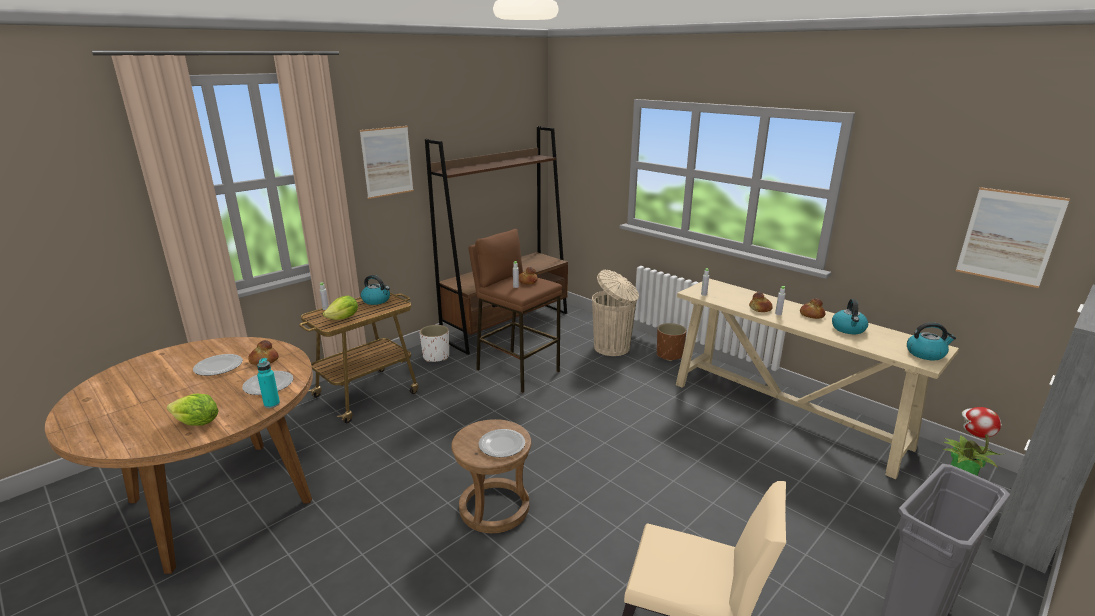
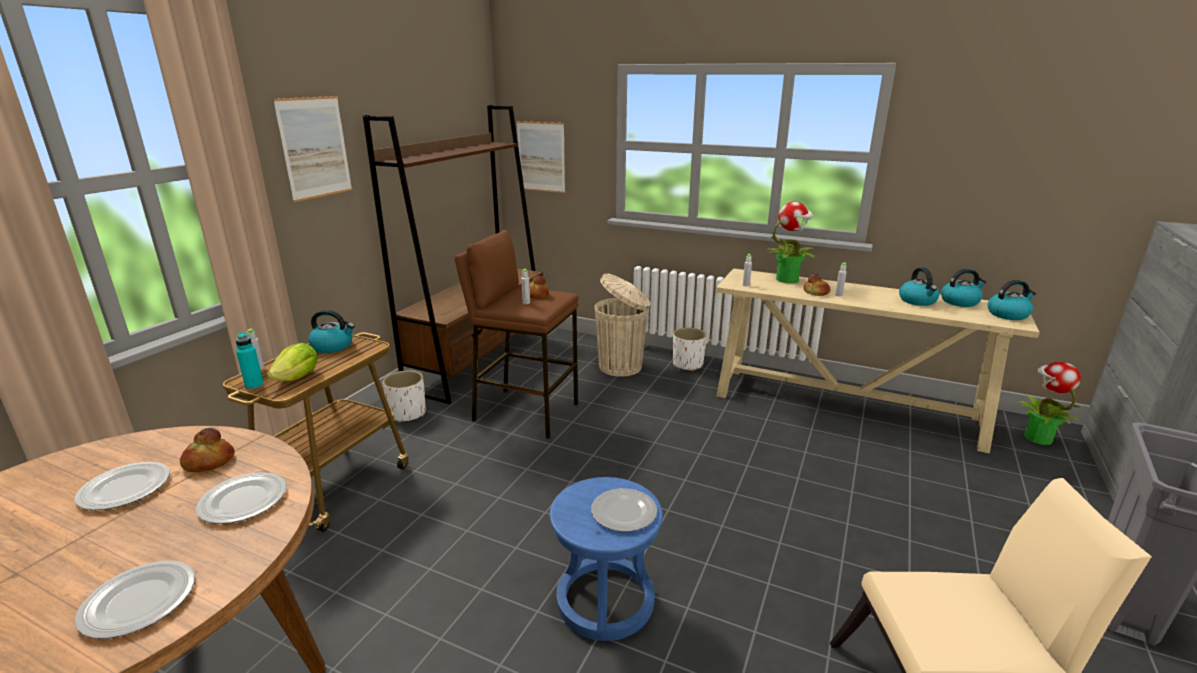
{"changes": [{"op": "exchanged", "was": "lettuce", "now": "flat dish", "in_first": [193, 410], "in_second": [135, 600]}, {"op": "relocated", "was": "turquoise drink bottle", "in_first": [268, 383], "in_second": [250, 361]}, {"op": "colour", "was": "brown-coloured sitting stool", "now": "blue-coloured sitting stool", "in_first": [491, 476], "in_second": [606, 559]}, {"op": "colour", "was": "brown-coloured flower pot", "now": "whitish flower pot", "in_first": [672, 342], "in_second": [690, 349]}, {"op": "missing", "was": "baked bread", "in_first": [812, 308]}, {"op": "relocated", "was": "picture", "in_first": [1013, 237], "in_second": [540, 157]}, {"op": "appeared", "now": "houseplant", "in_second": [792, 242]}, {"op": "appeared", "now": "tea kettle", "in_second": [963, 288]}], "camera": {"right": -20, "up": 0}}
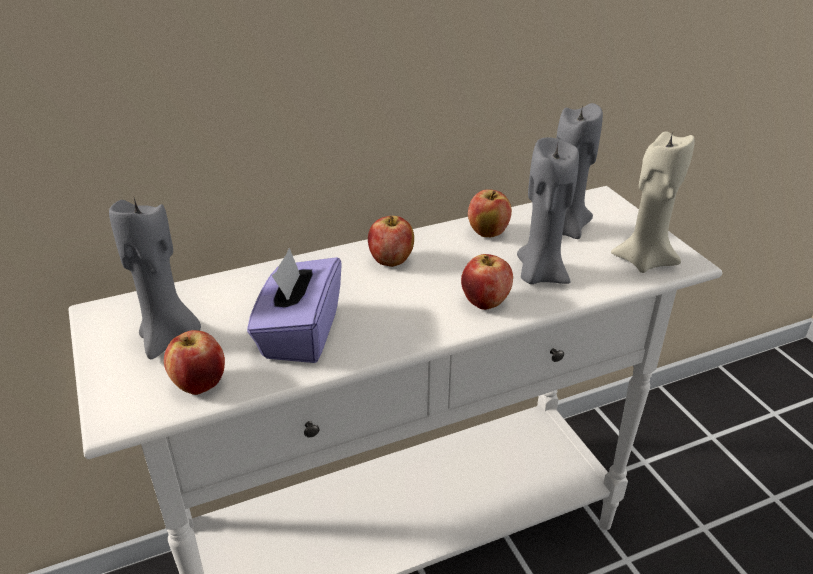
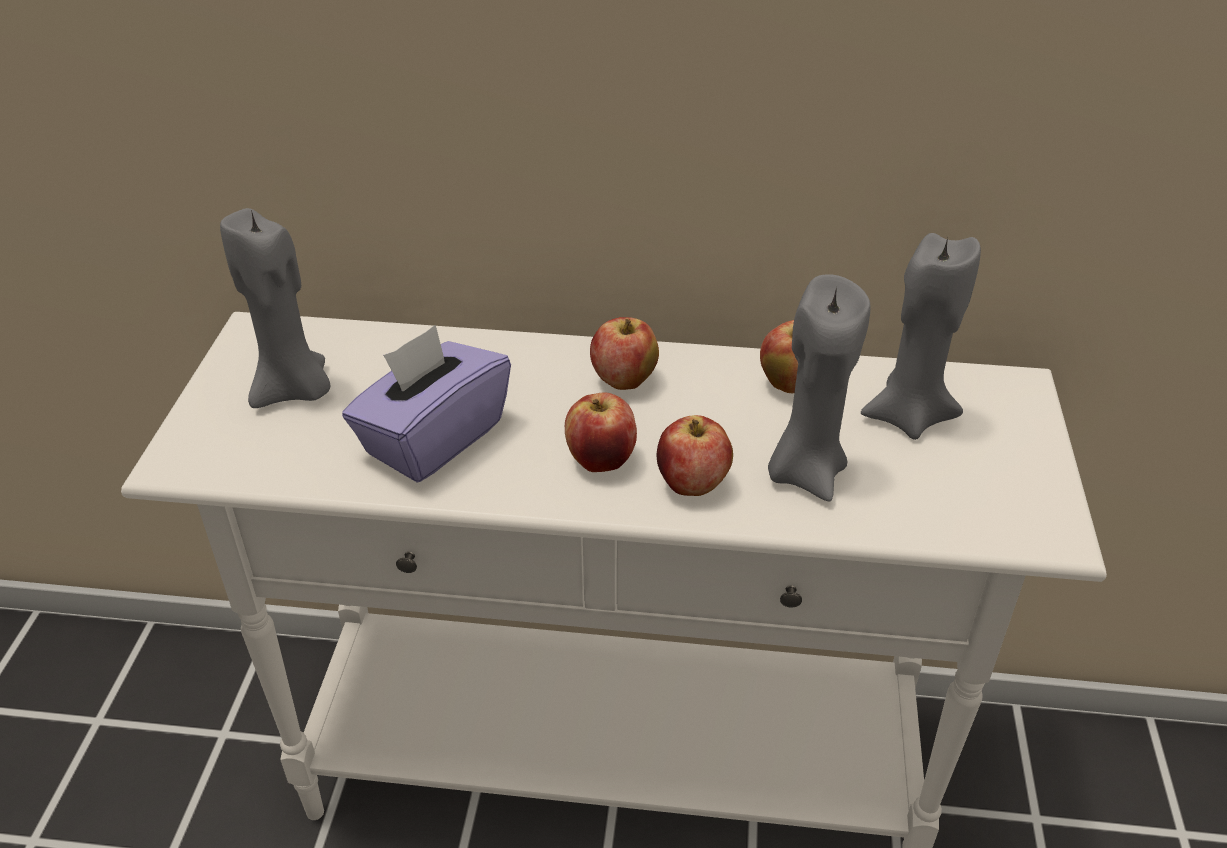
{"changes": [{"op": "relocated", "was": "whole apple", "in_first": [194, 362], "in_second": [601, 432]}, {"op": "missing", "was": "sand-coloured wax candle", "in_first": [653, 202]}], "camera": {"right": 30, "up": 5}}
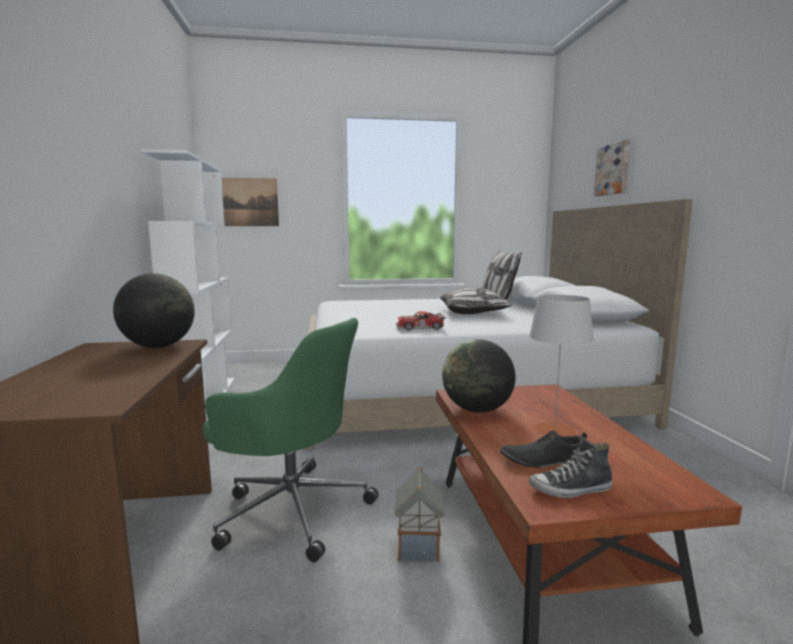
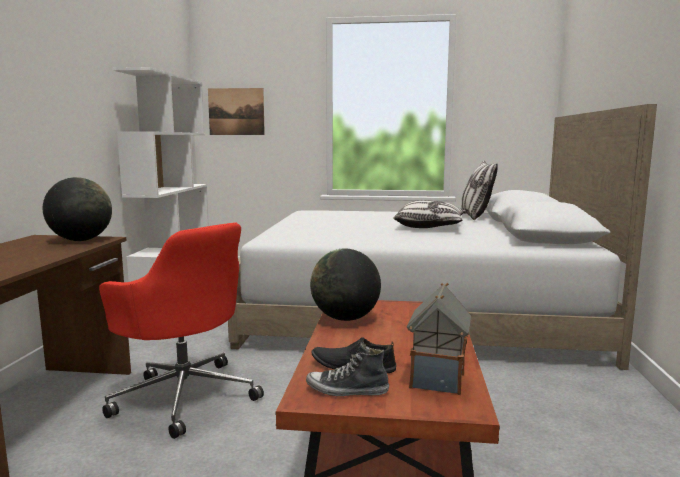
{"changes": [{"op": "colour", "was": "green office chair", "now": "reddish office chair", "in_first": [291, 440], "in_second": [181, 330]}, {"op": "relocated", "was": "miniature house", "in_first": [420, 514], "in_second": [439, 339]}, {"op": "missing", "was": "model car", "in_first": [421, 321]}, {"op": "missing", "was": "grey tabletop lamp", "in_first": [561, 365]}, {"op": "missing", "was": "picture", "in_first": [612, 168]}], "camera": {"right": 15, "up": 0}}
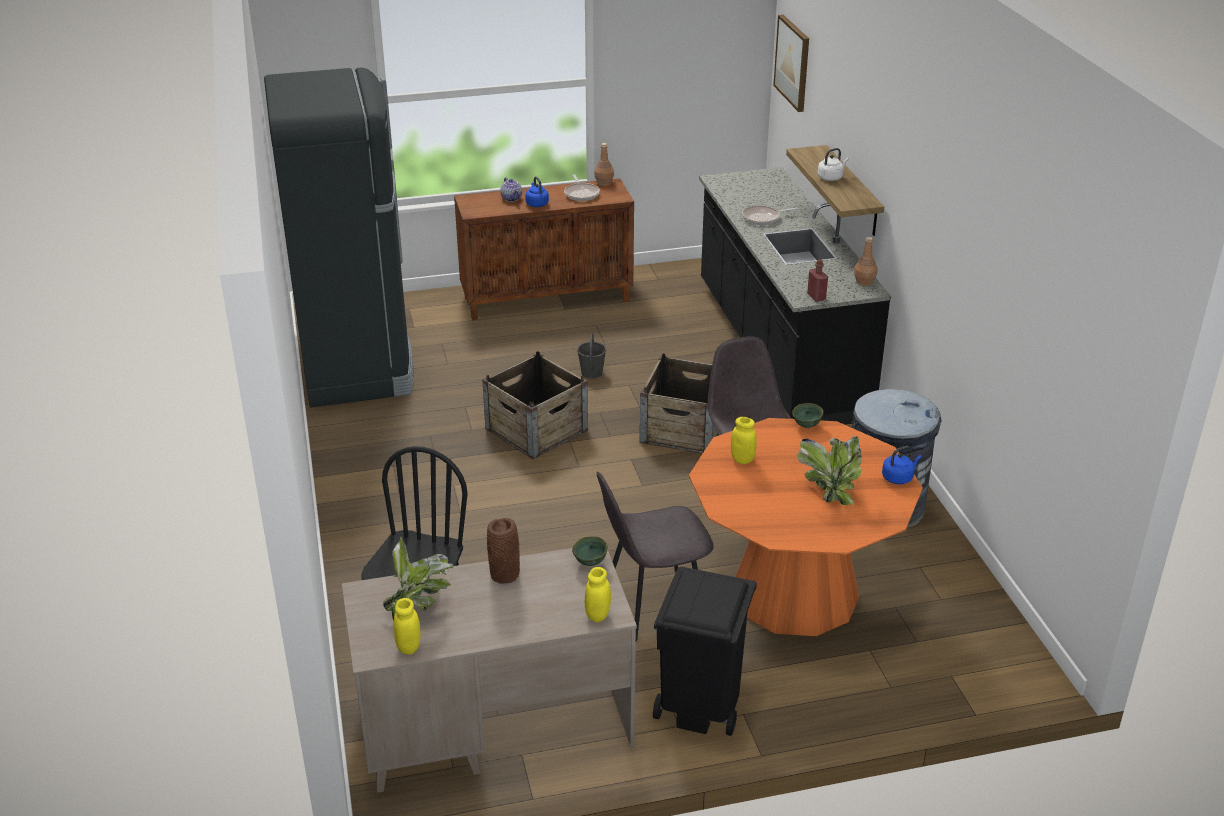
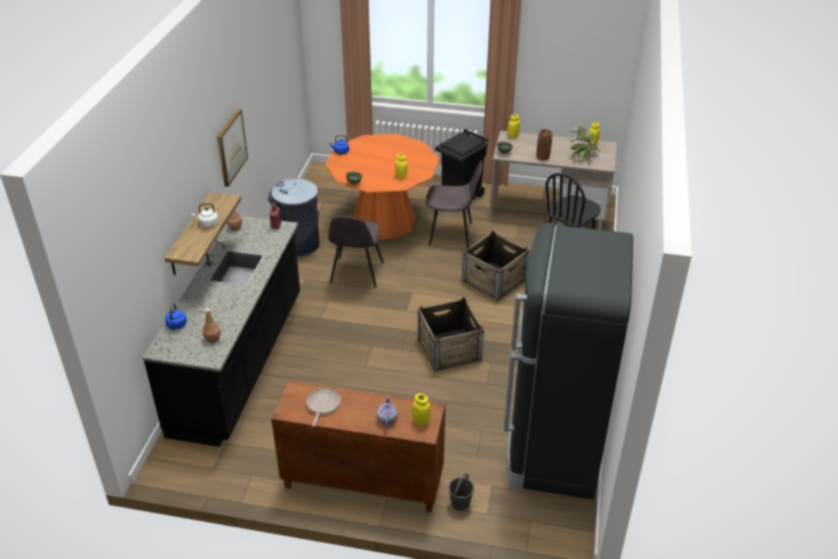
{"changes": [{"op": "relocated", "was": "blue-coloured tea kettle", "in_first": [537, 191], "in_second": [176, 316]}, {"op": "relocated", "was": "grey pail", "in_first": [591, 355], "in_second": [461, 492]}, {"op": "relocated", "was": "brown-coloured drink bottle", "in_first": [604, 164], "in_second": [211, 325]}, {"op": "relocated", "was": "packing crate", "in_first": [678, 403], "in_second": [495, 266]}, {"op": "missing", "was": "frying pan", "in_first": [770, 215]}, {"op": "relocated", "was": "picture", "in_first": [791, 63], "in_second": [232, 148]}, {"op": "missing", "was": "houseplant", "in_first": [829, 470]}, {"op": "appeared", "now": "yellow preserve jar", "in_second": [421, 409]}], "camera": {"right": -155, "up": 5}}
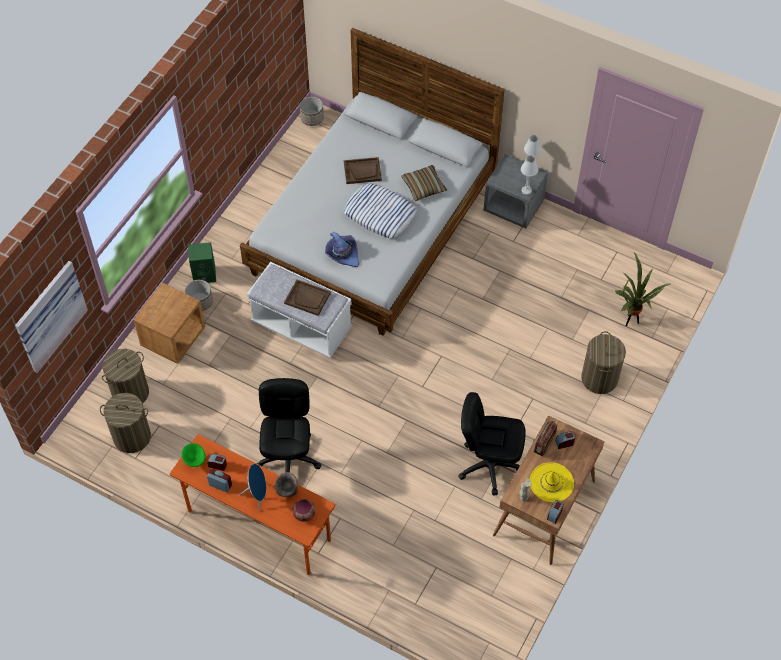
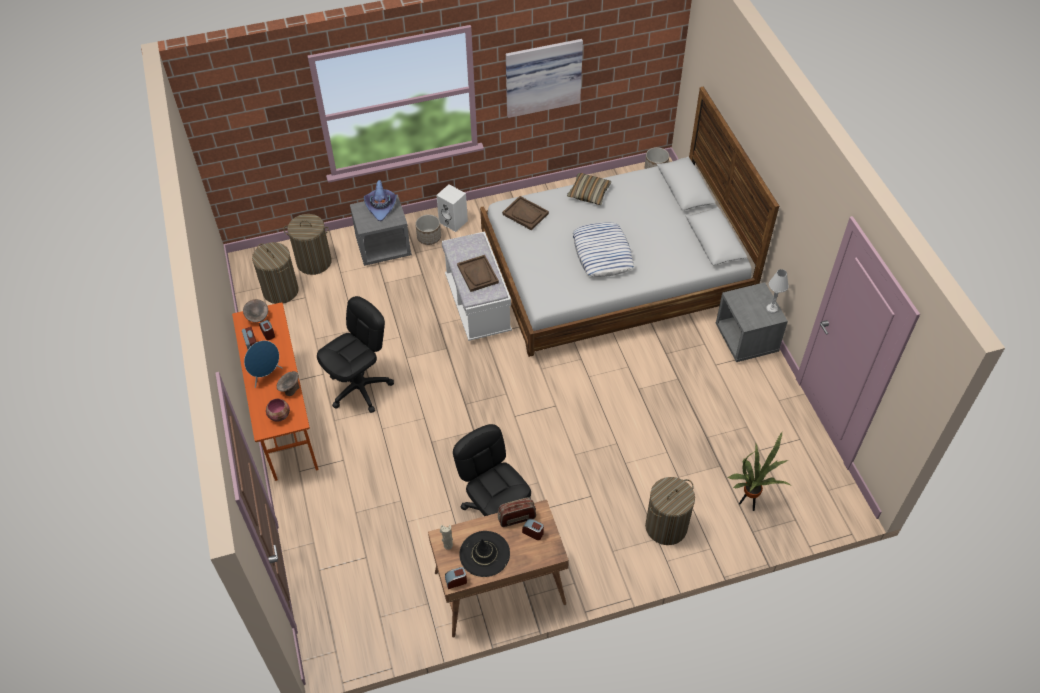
{"changes": [{"op": "relocated", "was": "picture", "in_first": [51, 317], "in_second": [544, 78]}, {"op": "colour", "was": "brown-coloured night table", "now": "grey night table", "in_first": [170, 323], "in_second": [381, 230]}, {"op": "colour", "was": "green serving bowl", "now": "grey serving bowl", "in_first": [193, 455], "in_second": [255, 310]}, {"op": "colour", "was": "green loudspeaker", "now": "whitish loudspeaker", "in_first": [202, 262], "in_second": [452, 208]}, {"op": "relocated", "was": "purple-coloured clothing hat", "in_first": [342, 249], "in_second": [380, 200]}, {"op": "relocated", "was": "brown-coloured carrying tray", "in_first": [363, 170], "in_second": [525, 213]}, {"op": "relocated", "was": "pillow", "in_first": [424, 183], "in_second": [589, 189]}, {"op": "missing", "was": "whitish tabletop lamp", "in_first": [529, 175]}, {"op": "colour", "was": "yellow clothing hat", "now": "blackish clothing hat", "in_first": [552, 482], "in_second": [484, 554]}], "camera": {"right": 45, "up": -5}}
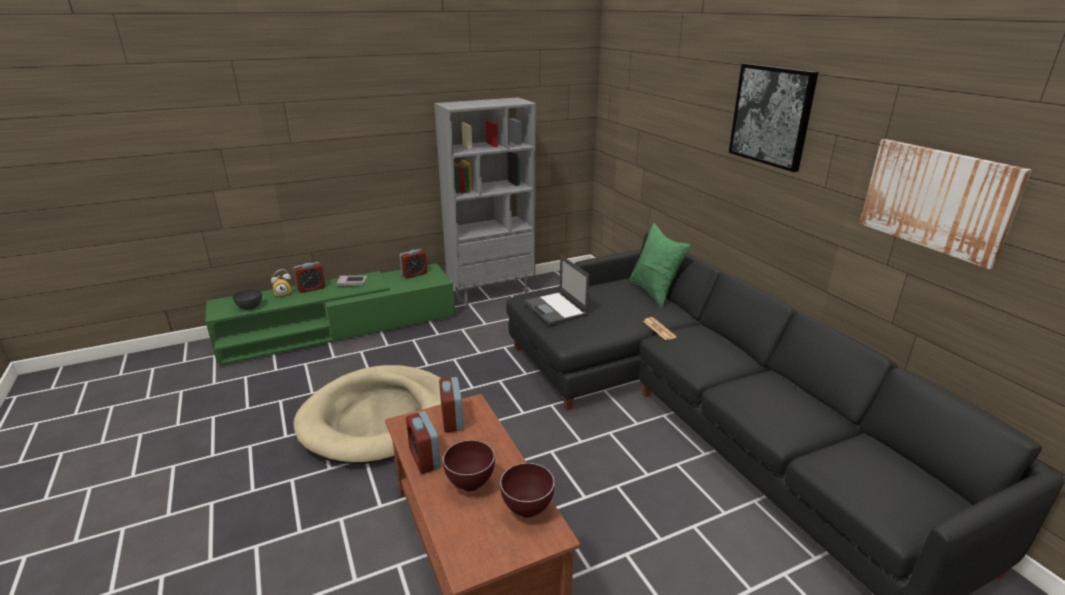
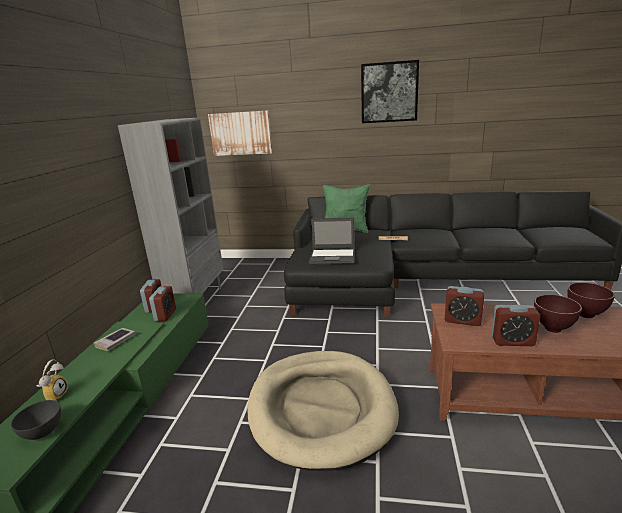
{"changes": [{"op": "relocated", "was": "alarm clock", "in_first": [309, 277], "in_second": [162, 303]}, {"op": "relocated", "was": "picture", "in_first": [945, 204], "in_second": [240, 133]}], "camera": {"right": -55, "up": -5}}
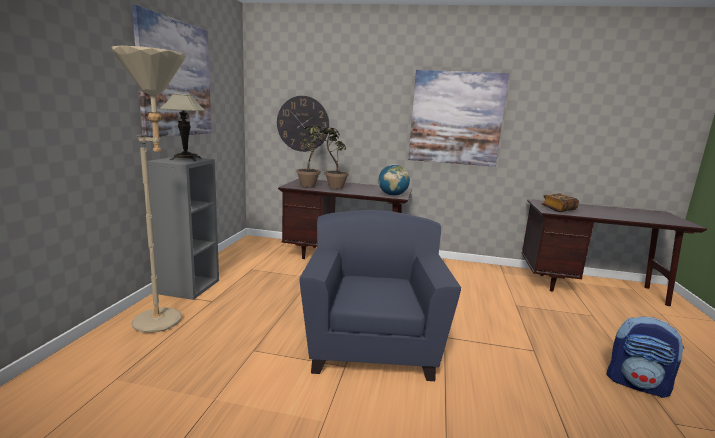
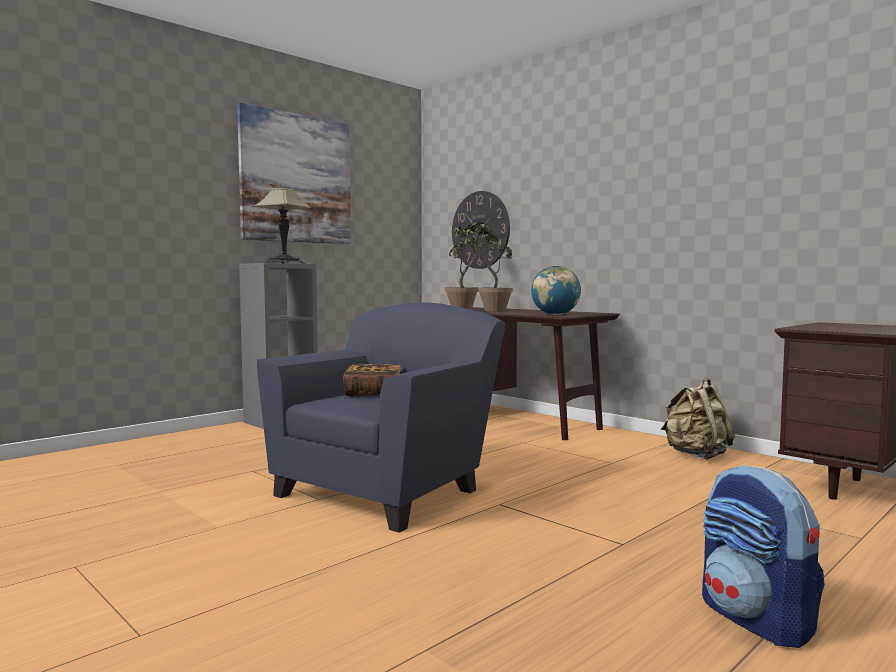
{"changes": [{"op": "missing", "was": "sand-coloured standard lamp", "in_first": [149, 189]}, {"op": "missing", "was": "picture", "in_first": [458, 118]}, {"op": "relocated", "was": "book", "in_first": [560, 202], "in_second": [372, 380]}, {"op": "appeared", "now": "sand-coloured rucksack", "in_second": [698, 418]}], "camera": {"right": 35, "up": -10}}
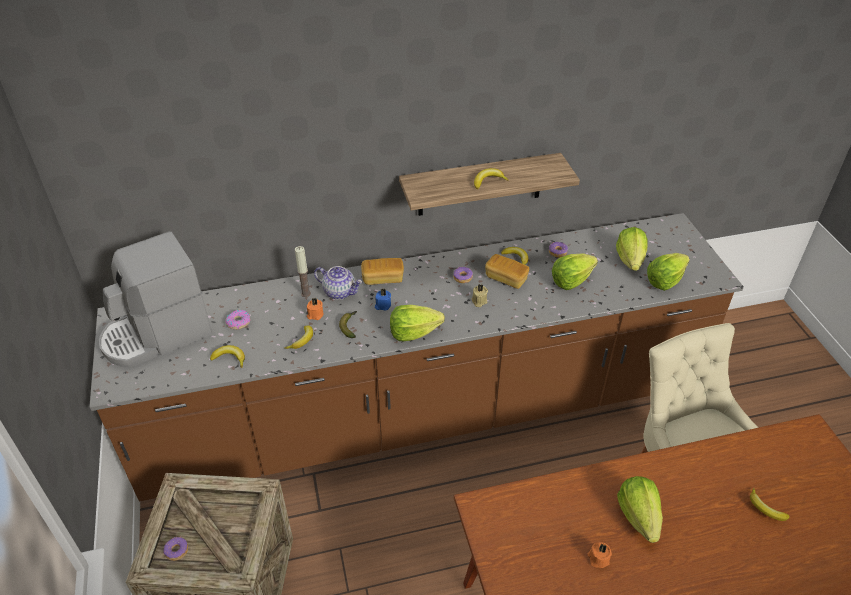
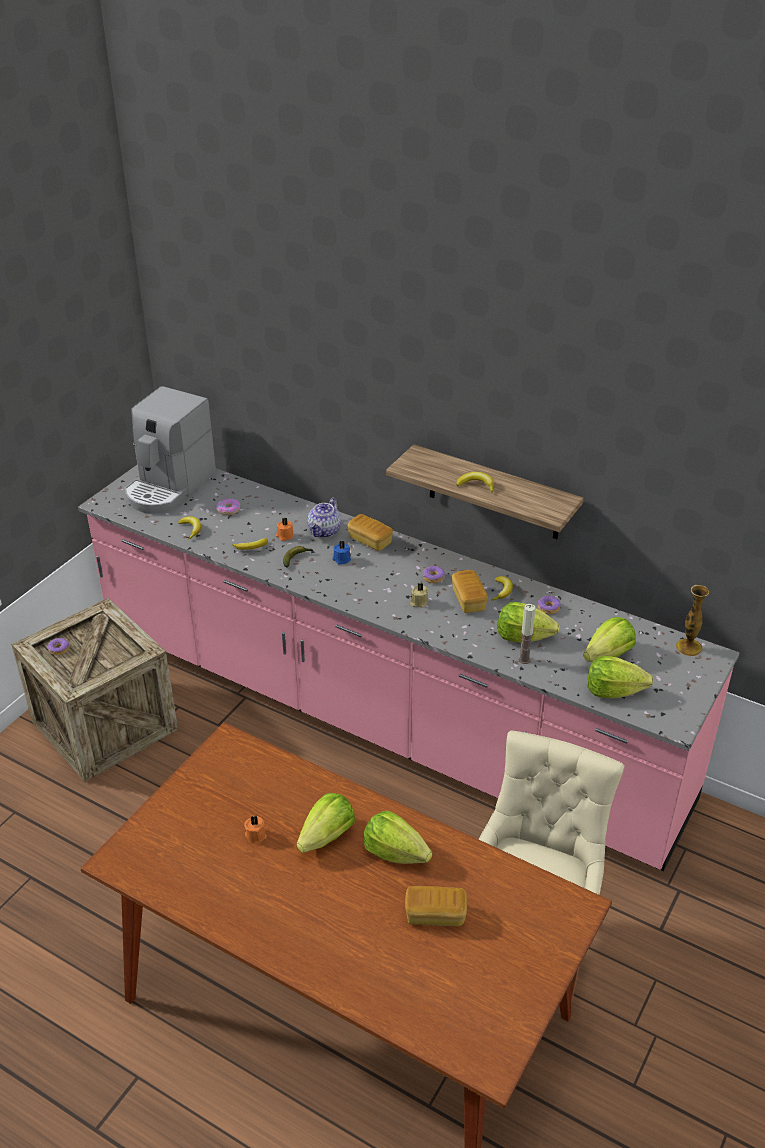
{"changes": [{"op": "colour", "was": "brown-coloured kitchen counter", "now": "pinkish kitchen counter", "in_first": [416, 357], "in_second": [408, 668]}, {"op": "spun", "was": "coffee brewer", "in_first": [155, 299], "in_second": [170, 450], "clockwise": -75}, {"op": "relocated", "was": "wax candle", "in_first": [303, 271], "in_second": [527, 634]}, {"op": "spun", "was": "tea pot", "in_first": [338, 283], "in_second": [324, 518], "clockwise": 45}, {"op": "relocated", "was": "lettuce", "in_first": [417, 323], "in_second": [397, 837]}, {"op": "exchanged", "was": "whole banana", "now": "baked bread", "in_first": [770, 504], "in_second": [436, 906]}, {"op": "appeared", "now": "vase", "in_second": [692, 620]}], "camera": {"right": 45, "up": -5}}
